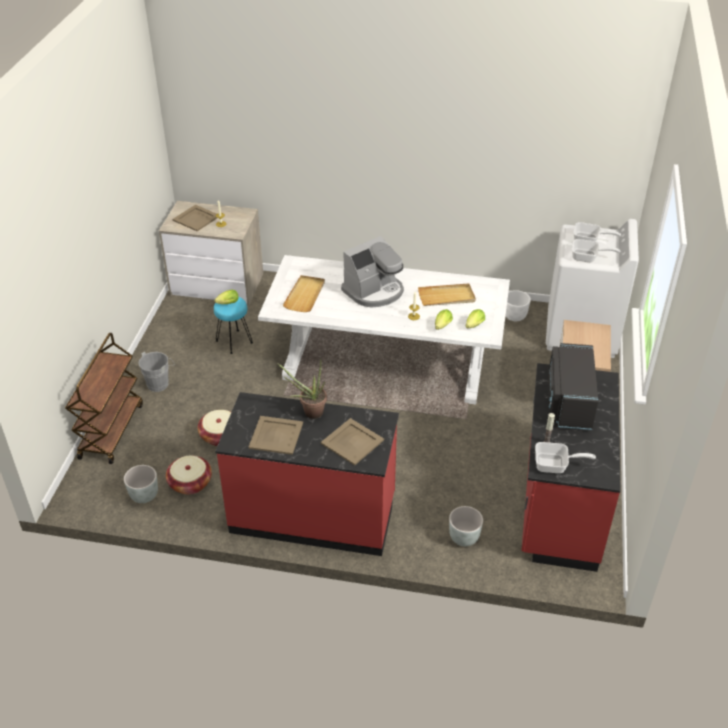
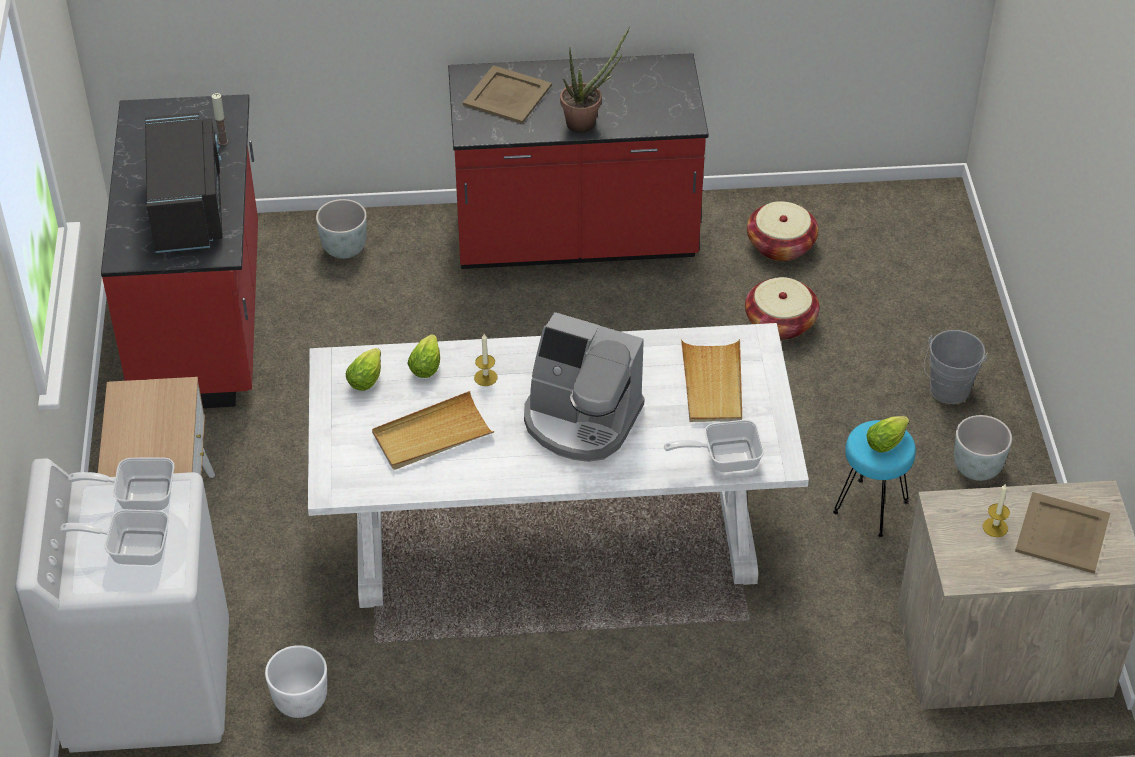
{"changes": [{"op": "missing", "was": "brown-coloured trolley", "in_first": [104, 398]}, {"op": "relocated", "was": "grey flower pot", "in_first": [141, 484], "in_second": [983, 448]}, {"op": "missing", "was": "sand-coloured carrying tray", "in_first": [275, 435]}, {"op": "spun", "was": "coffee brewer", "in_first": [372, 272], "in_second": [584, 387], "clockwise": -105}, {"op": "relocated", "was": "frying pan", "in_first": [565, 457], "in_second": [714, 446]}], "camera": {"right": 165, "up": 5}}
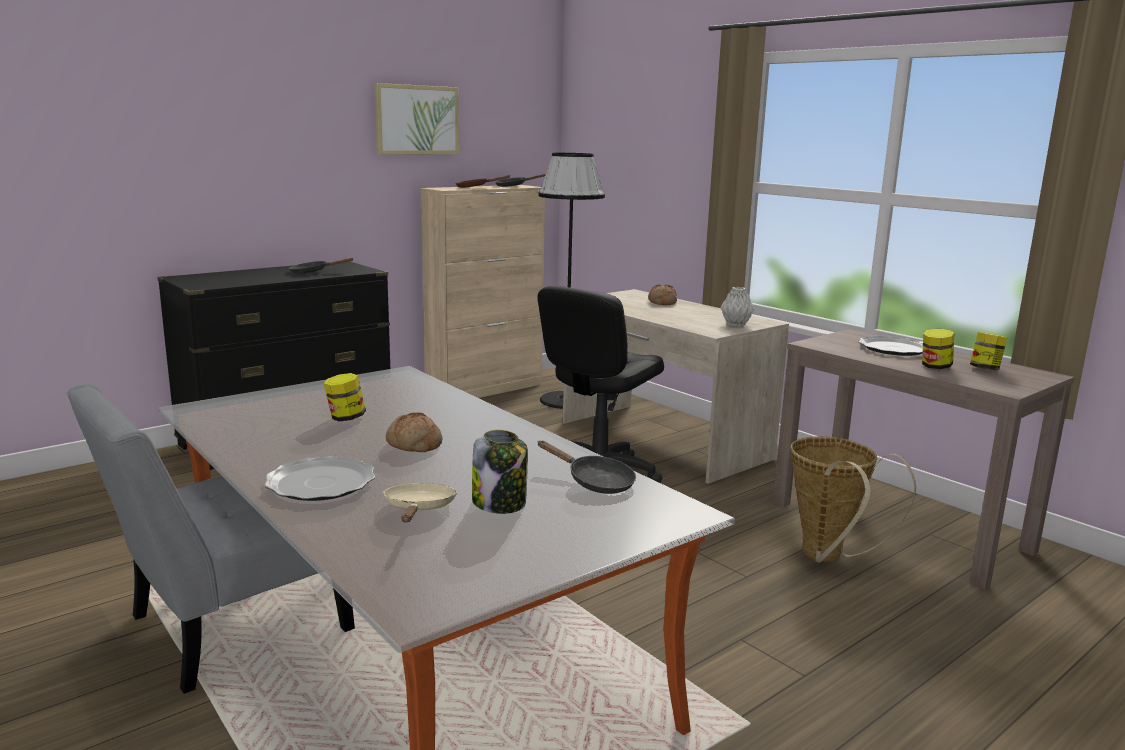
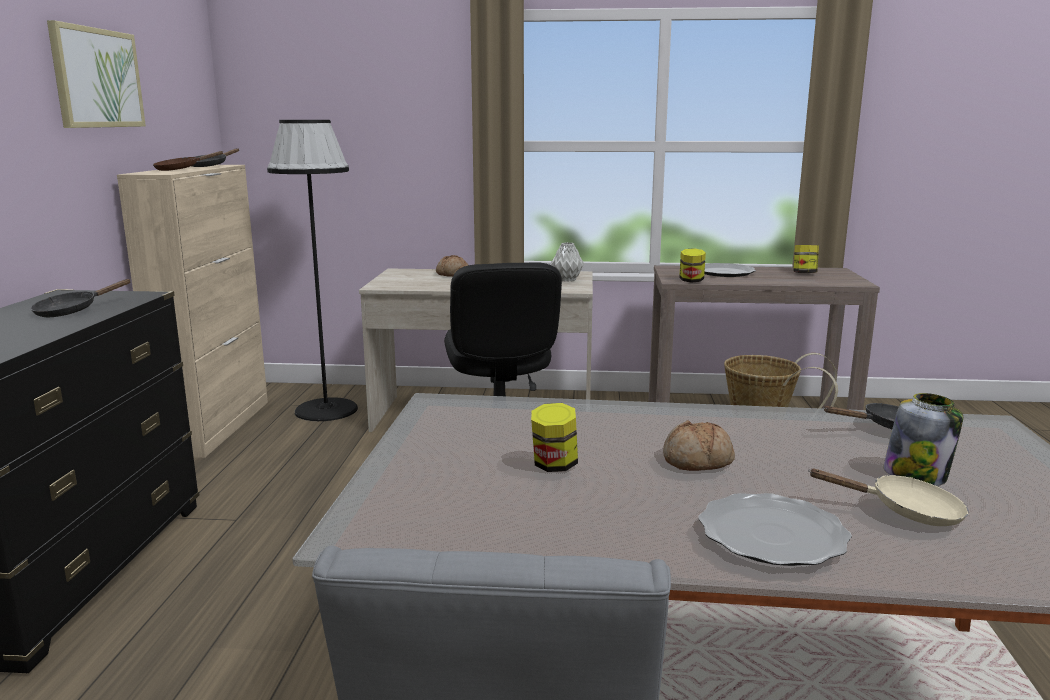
{"changes": [{"op": "spun", "was": "sand-coloured frying pan", "in_first": [420, 502], "in_second": [888, 497], "clockwise": 150}, {"op": "relocated", "was": "preserve jar", "in_first": [938, 349], "in_second": [692, 265]}], "camera": {"right": -45, "up": 0}}
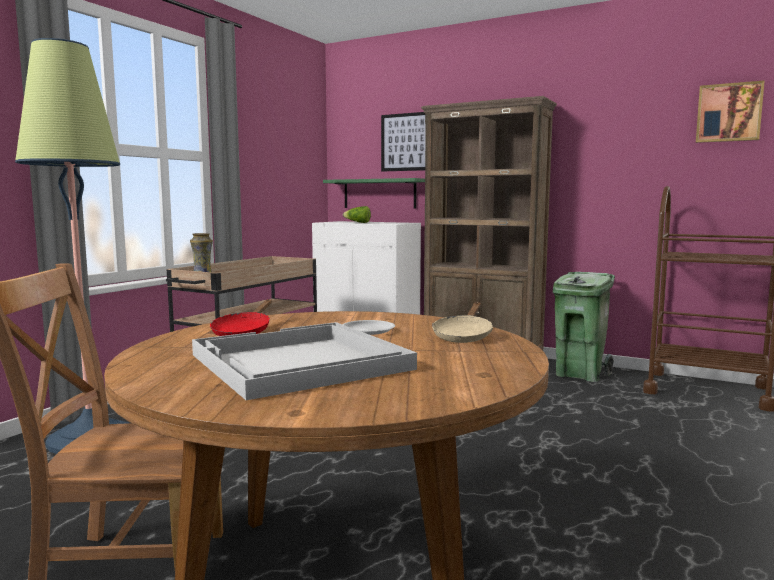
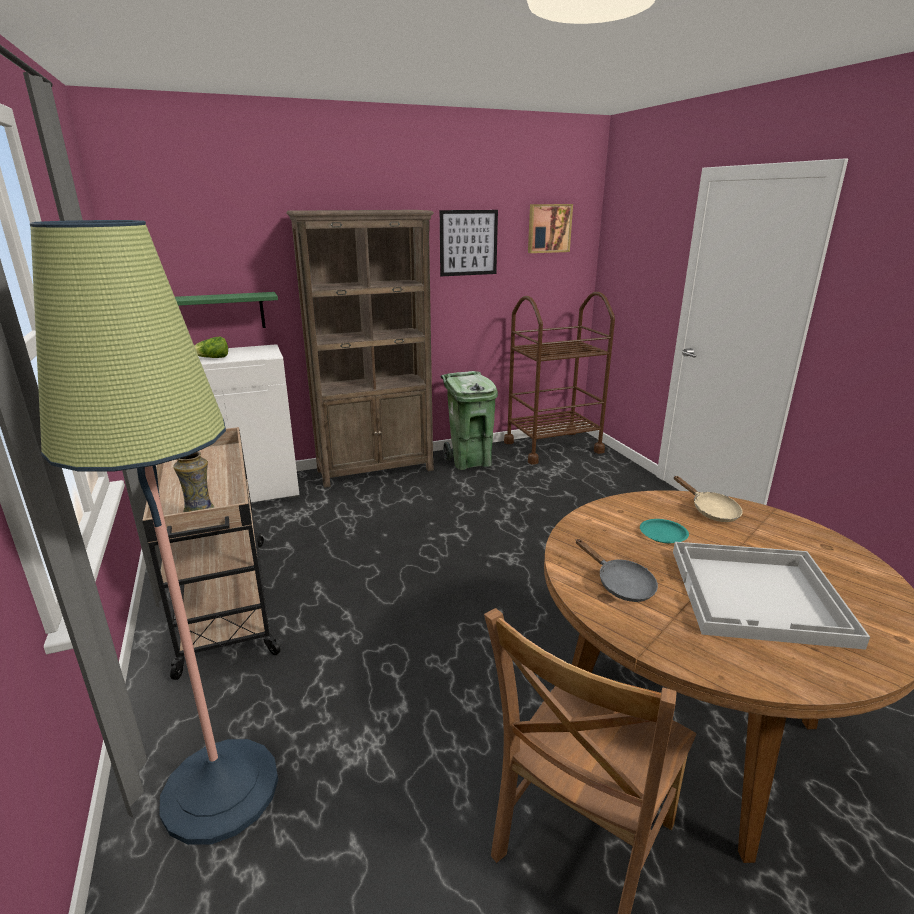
{"changes": [{"op": "colour", "was": "reddish frying pan", "now": "grey frying pan", "in_first": [241, 317], "in_second": [617, 570]}, {"op": "colour", "was": "whitish flat dish", "now": "turquoise flat dish", "in_first": [368, 327], "in_second": [664, 531]}, {"op": "relocated", "was": "picture", "in_first": [403, 142], "in_second": [469, 243]}], "camera": {"right": -50, "up": 15}}
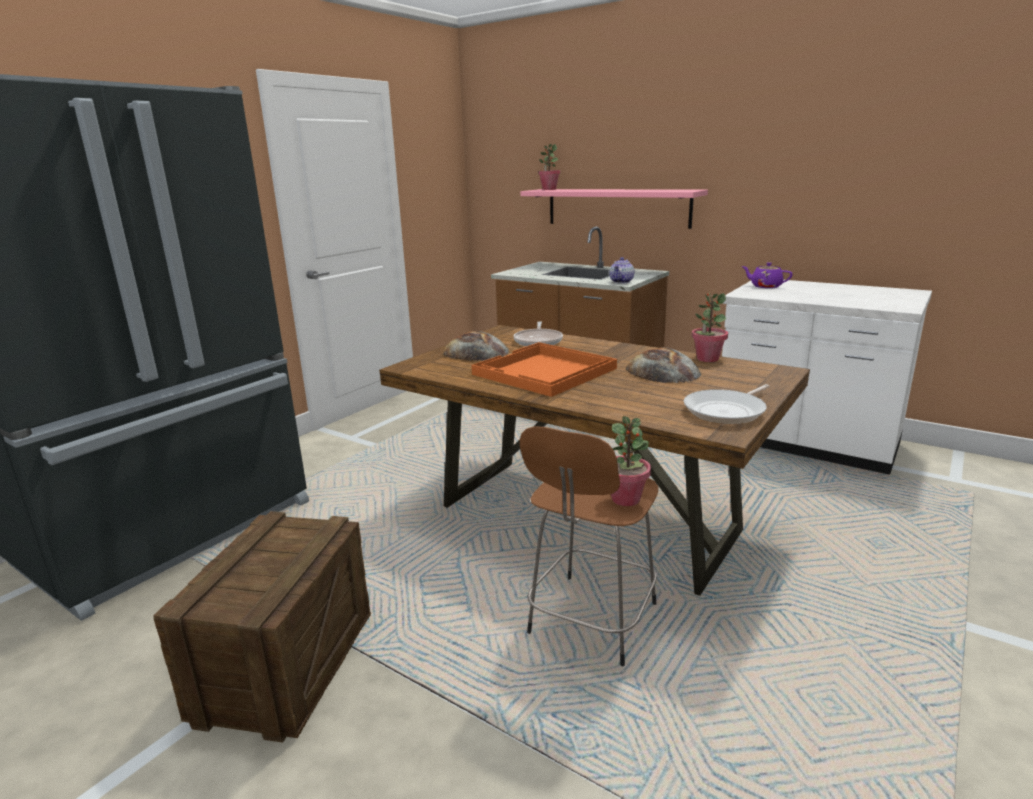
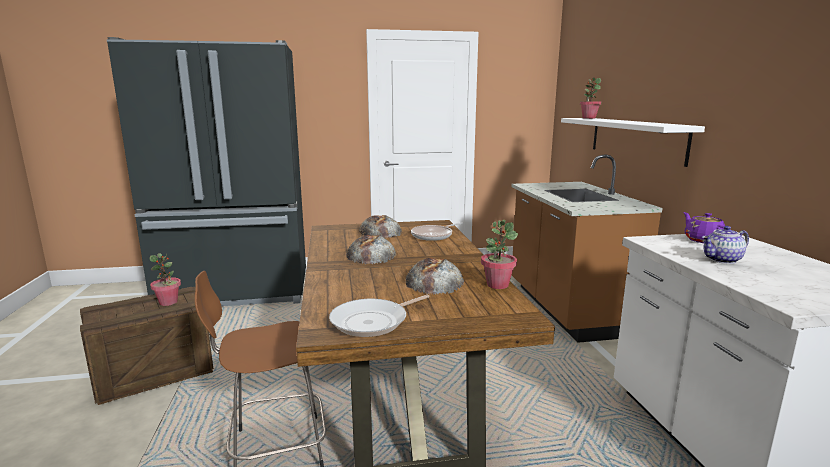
{"changes": [{"op": "exchanged", "was": "orangey carrying tray", "now": "baked bread", "in_first": [544, 369], "in_second": [371, 249]}, {"op": "colour", "was": "pinkish bracket shelf", "now": "whitish bracket shelf", "in_first": [614, 209], "in_second": [633, 142]}, {"op": "relocated", "was": "tea pot", "in_first": [621, 270], "in_second": [725, 245]}, {"op": "relocated", "was": "houseplant", "in_first": [631, 461], "in_second": [165, 279]}, {"op": "spun", "was": "frying pan", "in_first": [726, 404], "in_second": [379, 315], "clockwise": -45}], "camera": {"right": 45, "up": -5}}
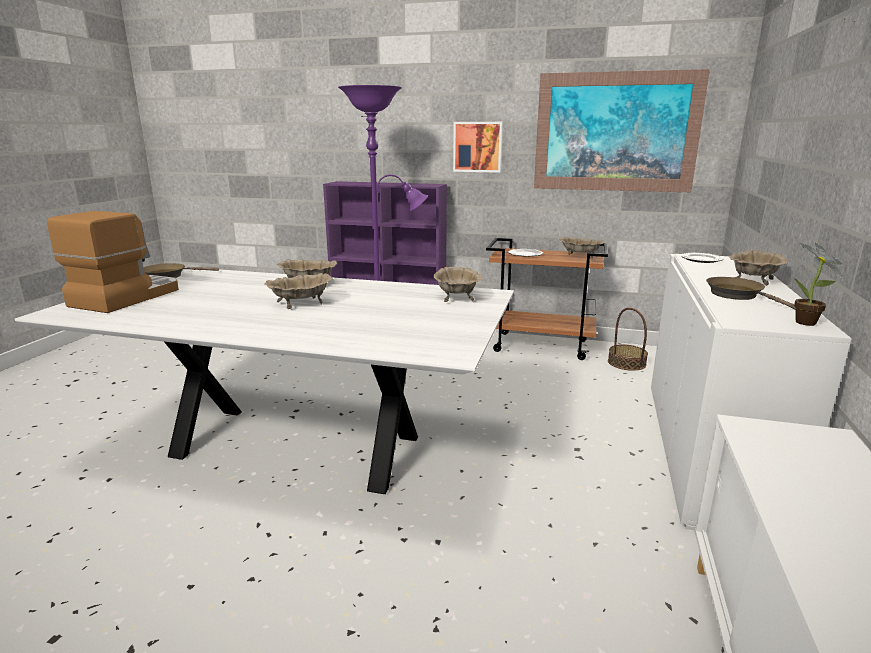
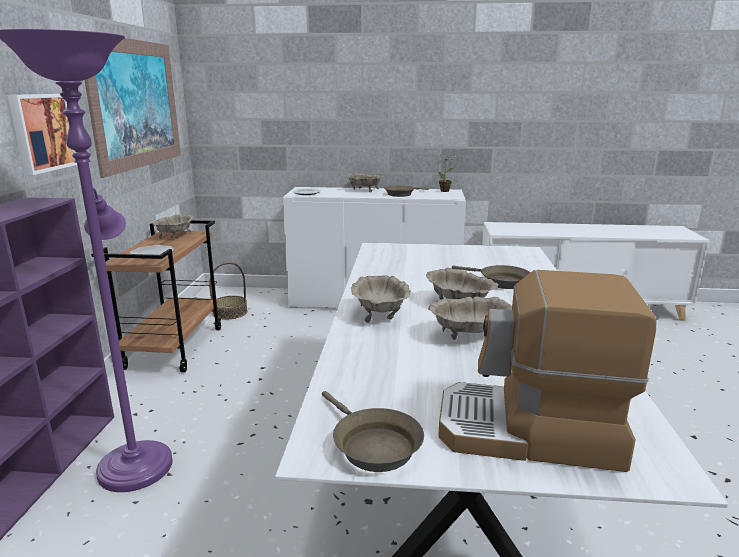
{"changes": [{"op": "relocated", "was": "sand-coloured serving bowl", "in_first": [457, 284], "in_second": [470, 318]}, {"op": "appeared", "now": "brown-coloured frying pan", "in_second": [491, 277]}], "camera": {"right": -100, "up": 0}}
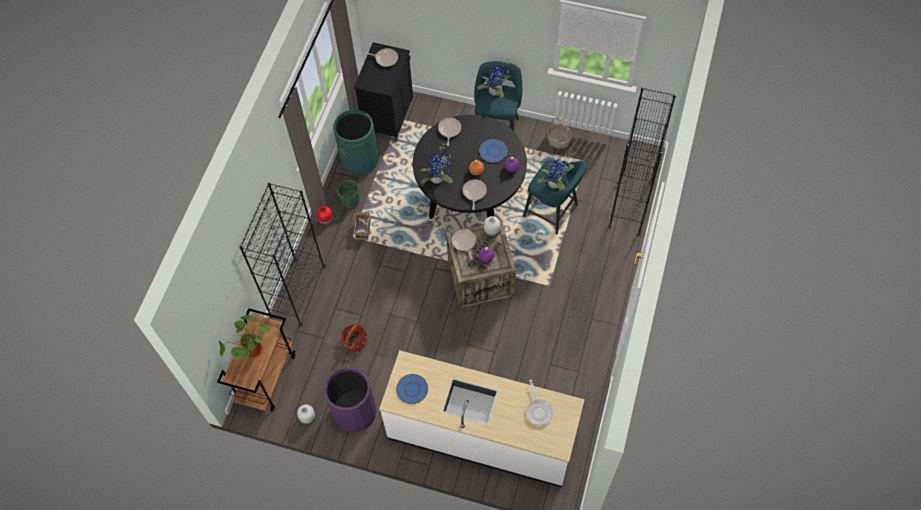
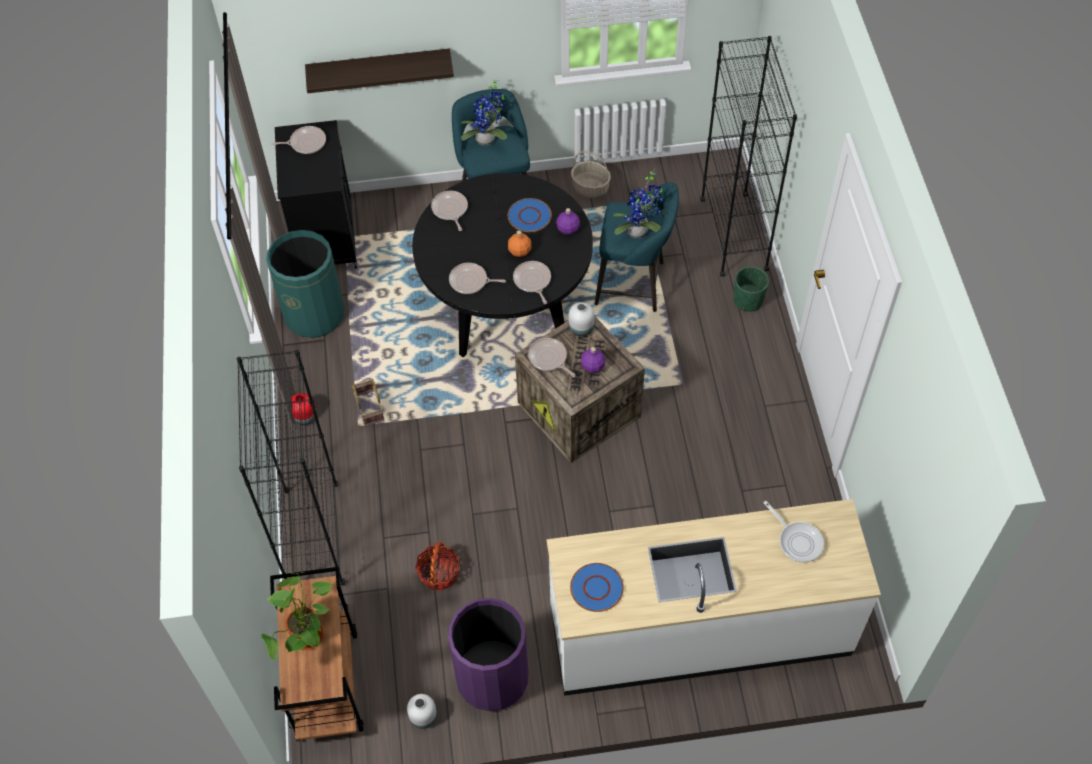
{"changes": [{"op": "relocated", "was": "green flower pot", "in_first": [348, 194], "in_second": [751, 289]}, {"op": "exchanged", "was": "houseplant", "now": "frying pan", "in_first": [437, 164], "in_second": [477, 278]}, {"op": "appeared", "now": "bracket shelf", "in_second": [379, 70]}], "camera": {"right": -25, "up": -5}}
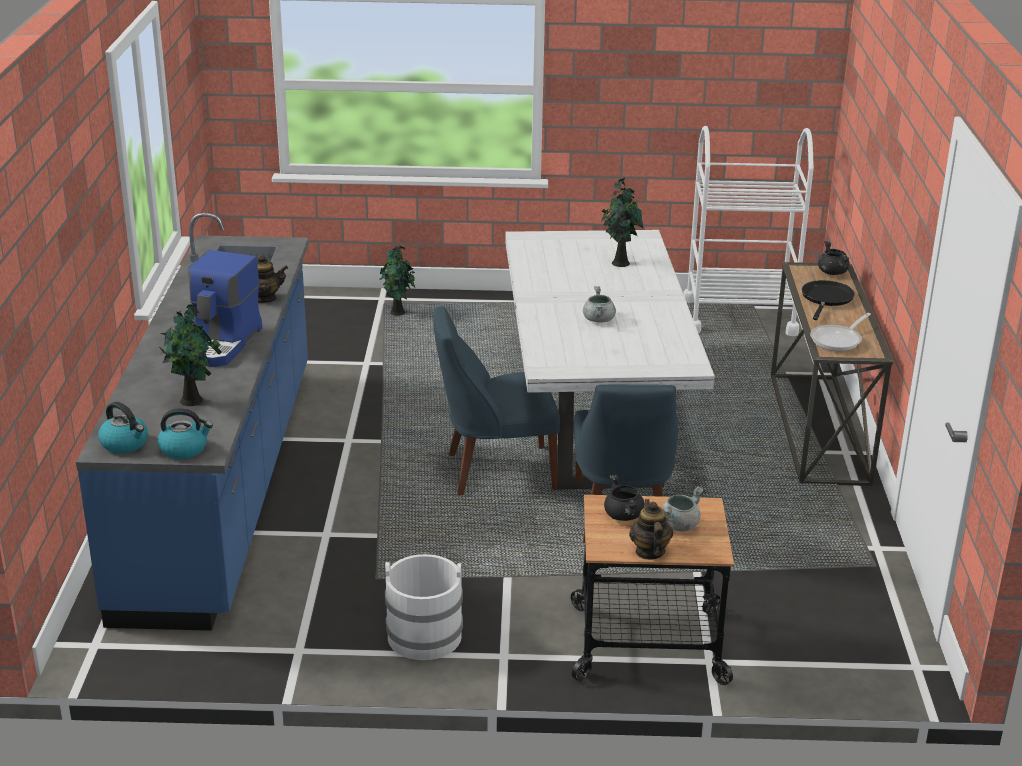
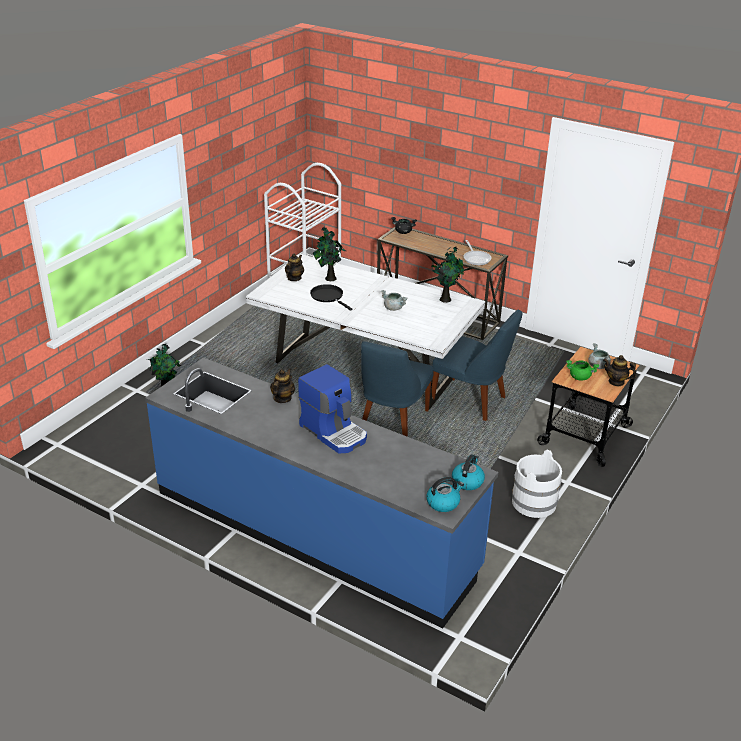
{"changes": [{"op": "relocated", "was": "houseplant", "in_first": [190, 355], "in_second": [448, 275]}, {"op": "colour", "was": "blackish stockpot", "now": "green stockpot", "in_first": [624, 498], "in_second": [582, 370]}, {"op": "relocated", "was": "blackish frying pan", "in_first": [828, 300], "in_second": [331, 297]}, {"op": "appeared", "now": "tea pot", "in_second": [294, 267]}], "camera": {"right": -60, "up": 5}}
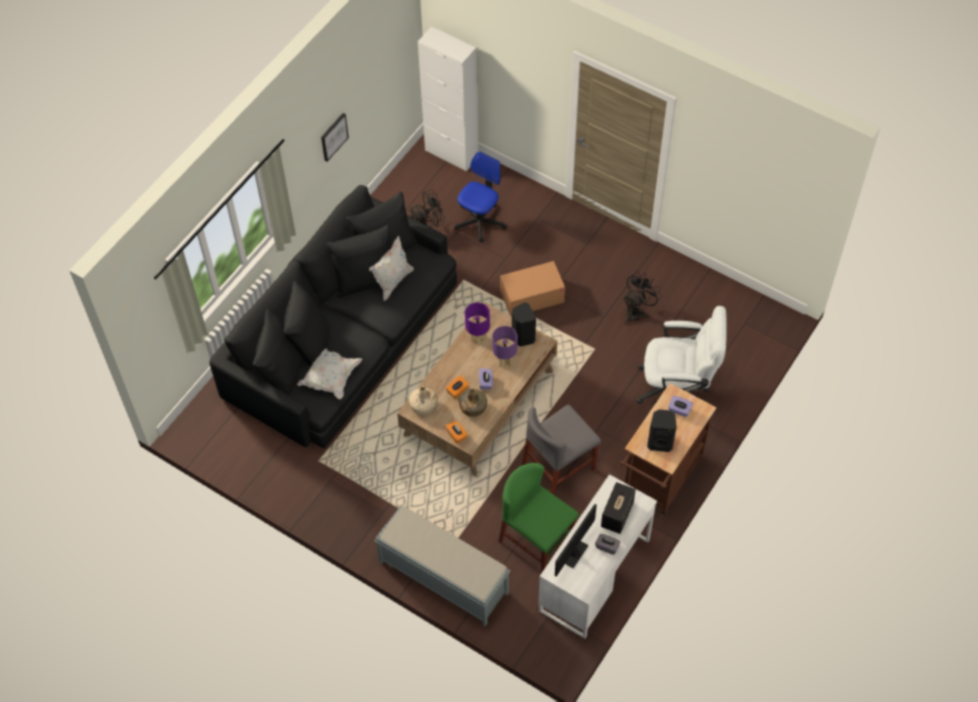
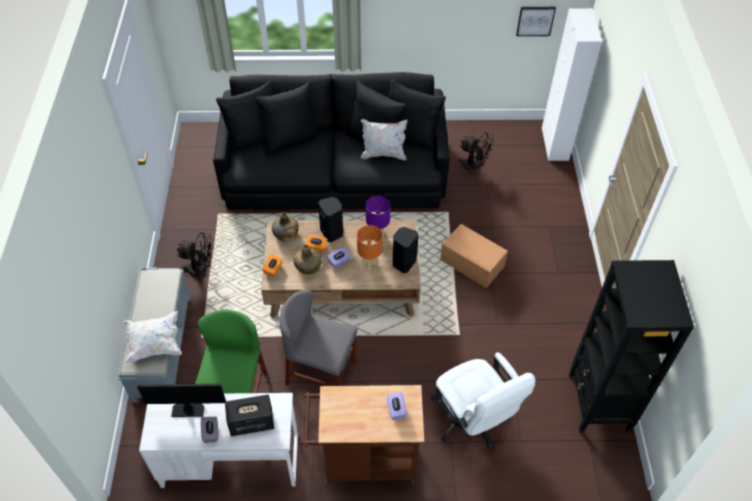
{"changes": [{"op": "relocated", "was": "whitish pillow", "in_first": [329, 374], "in_second": [152, 337]}, {"op": "relocated", "was": "picture", "in_first": [335, 137], "in_second": [536, 21]}, {"op": "colour", "was": "sand-coloured drink bottle", "now": "green drink bottle", "in_first": [423, 400], "in_second": [285, 226]}, {"op": "missing", "was": "office chair", "in_first": [480, 197]}, {"op": "colour", "was": "purple-coloured tabletop lamp", "now": "orangey tabletop lamp", "in_first": [505, 347], "in_second": [370, 247]}, {"op": "relocated", "was": "blackish fan", "in_first": [642, 297], "in_second": [195, 256]}, {"op": "relocated", "was": "blackish loudspeaker", "in_first": [662, 430], "in_second": [330, 219]}, {"op": "appeared", "now": "blackish bookcase", "in_second": [631, 346]}], "camera": {"right": 55, "up": -5}}
